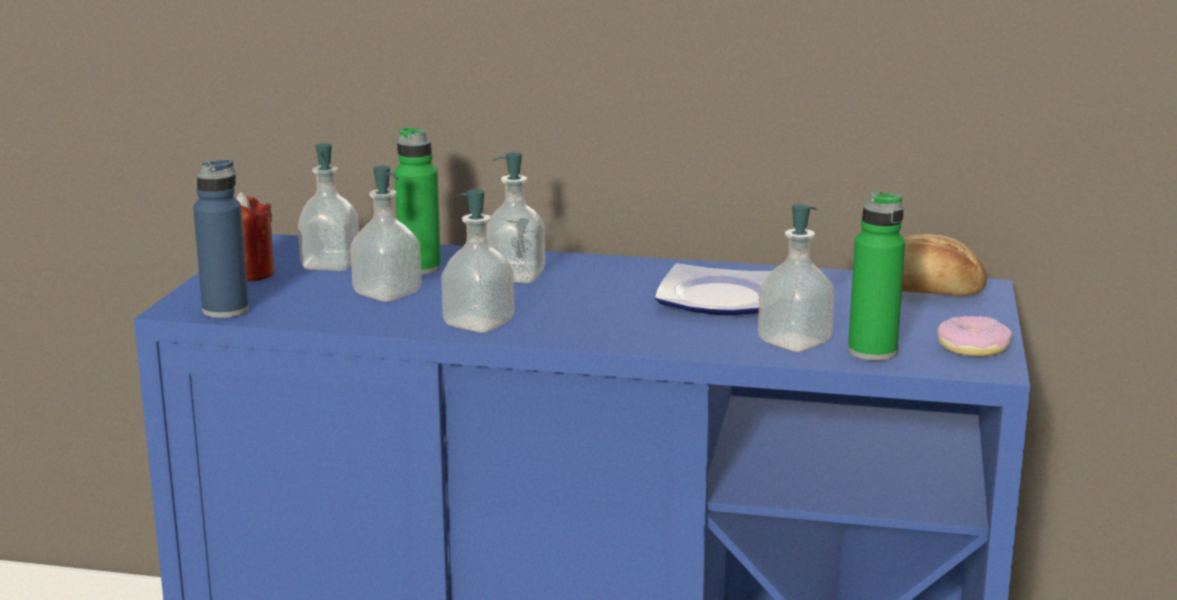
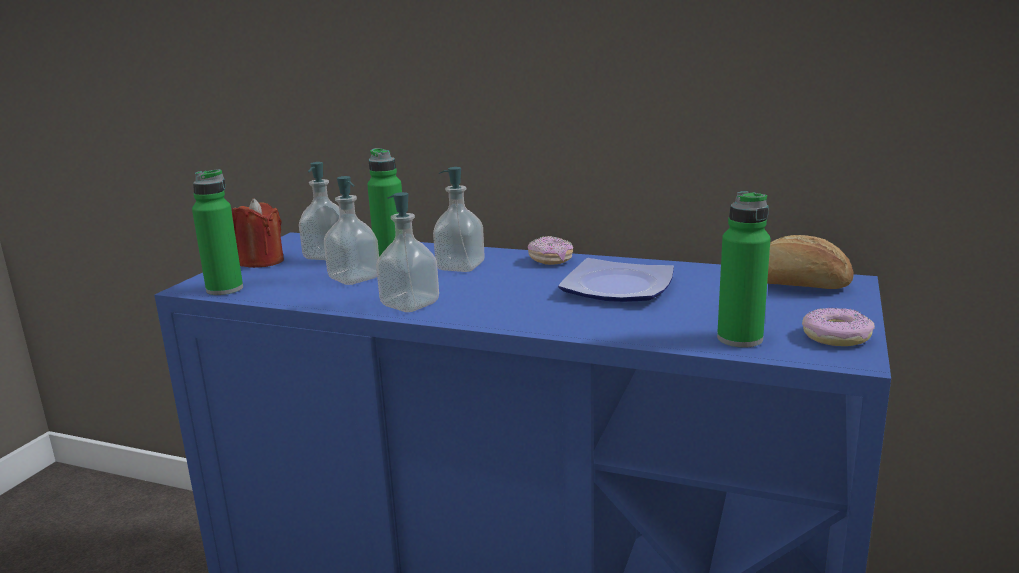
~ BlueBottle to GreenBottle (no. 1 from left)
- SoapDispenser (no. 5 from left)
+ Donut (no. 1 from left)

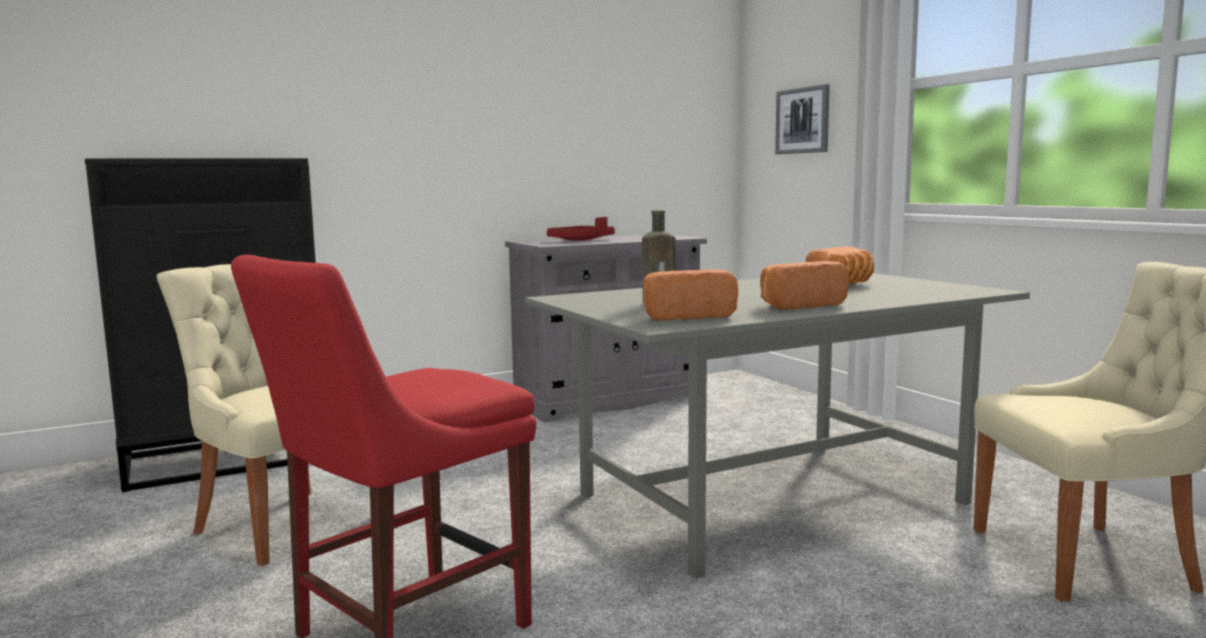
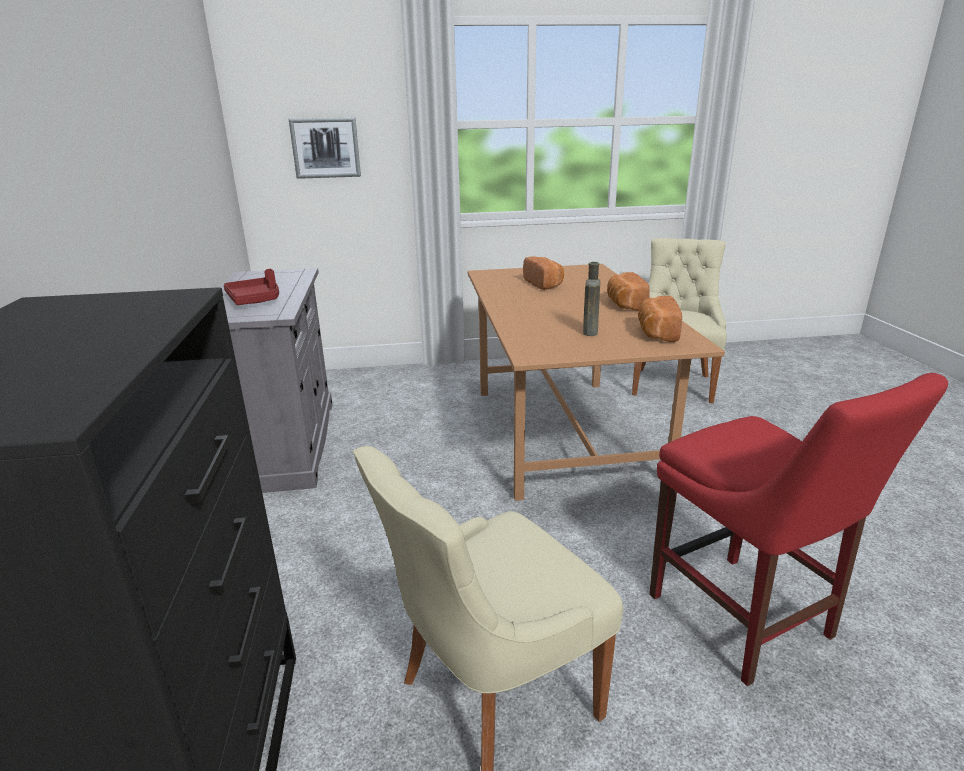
~ GreyDiningTable to BrownDiningTable

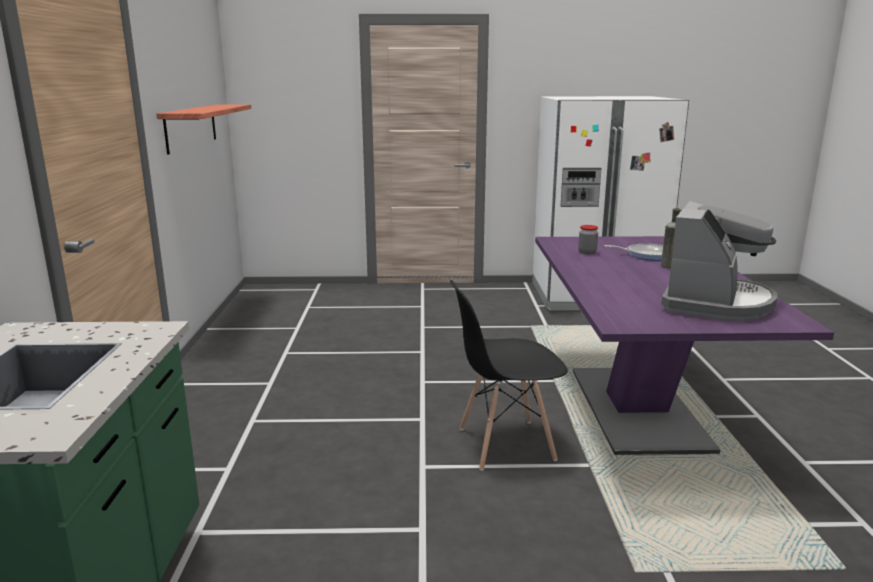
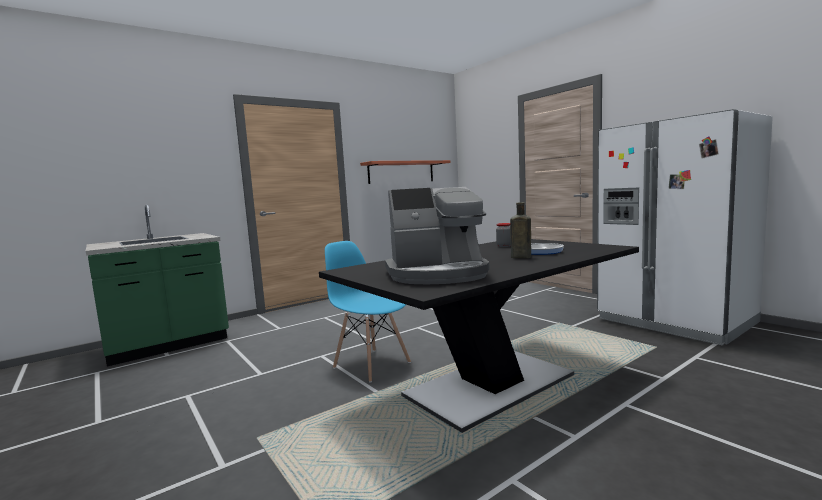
~ BlackChair to BlueChair
~ PurpleDiningTable to BlackDiningTable

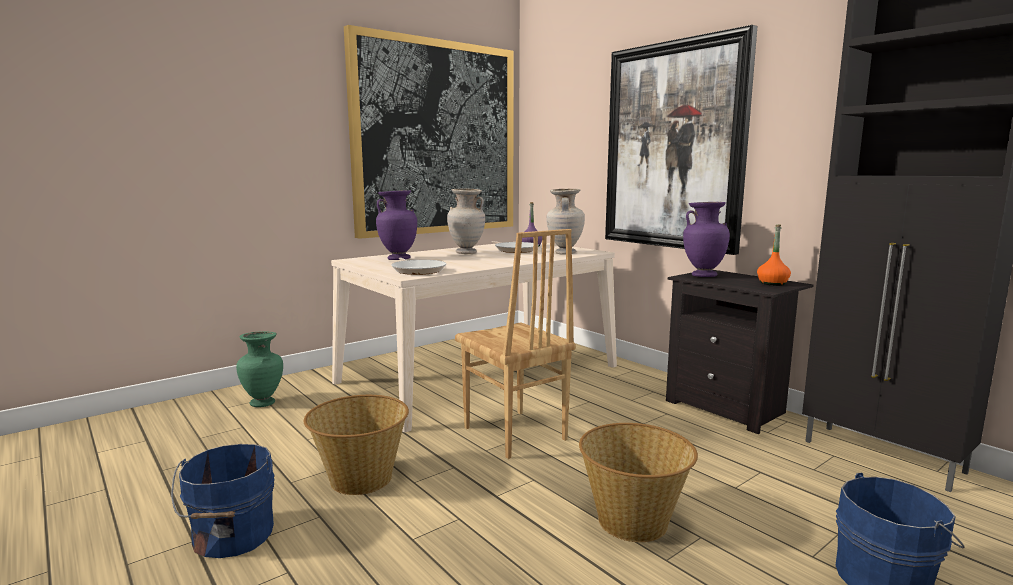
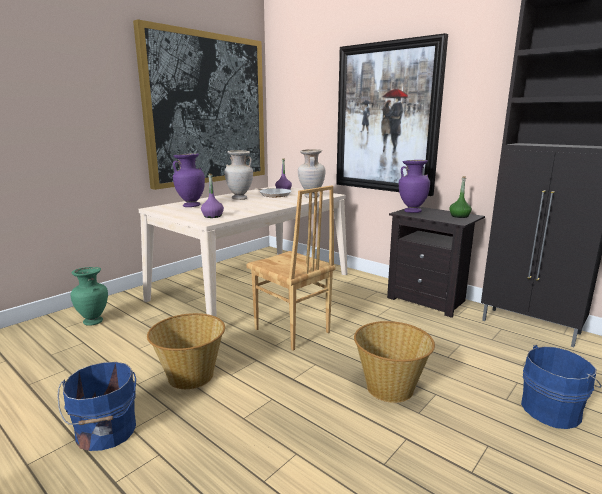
~ FryingPan (no. 1 from left) to PurpleBottle (no. 1 from left)
~ OrangeBottle to GreenBottle

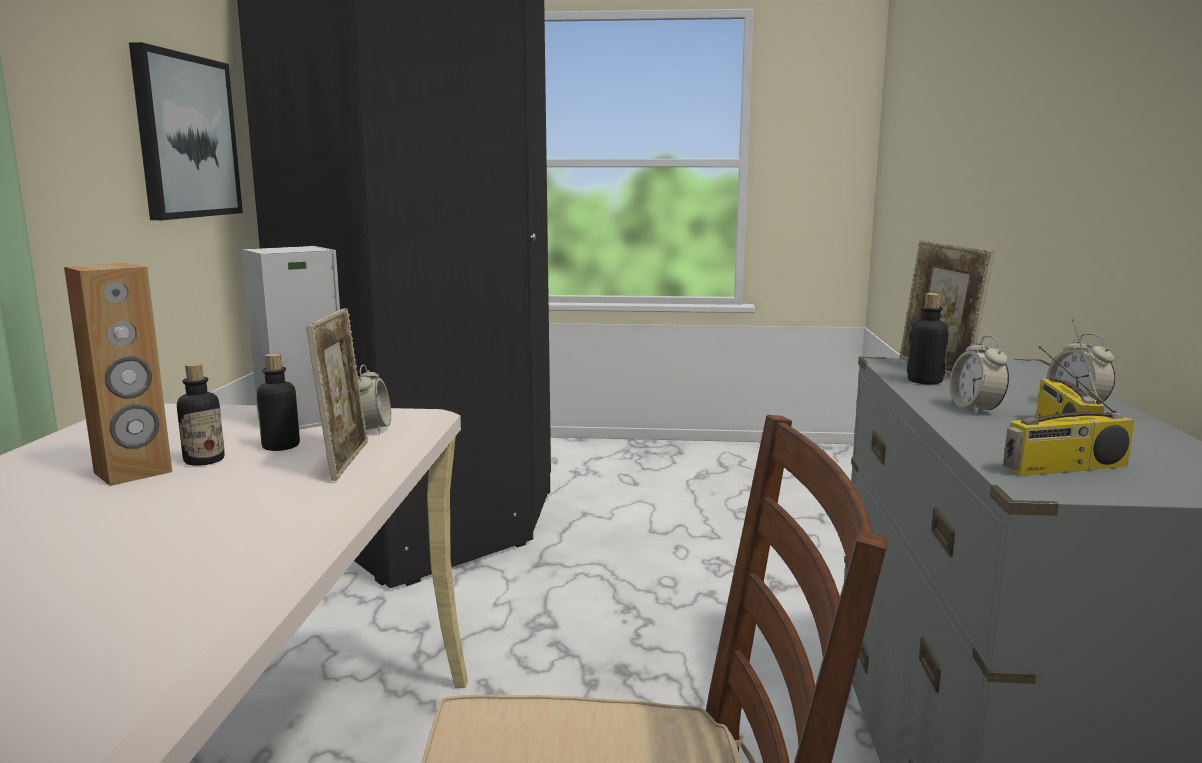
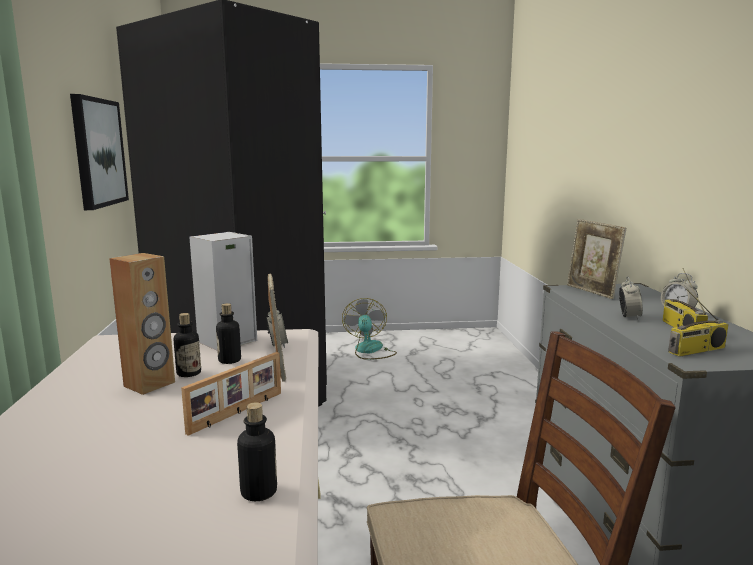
~ Bottle (no. 3 from left)
~ AlarmClock (no. 2 from left) 150 degrees counterclockwise
+ PictureFrame (no. 1 from left)
+ Fan

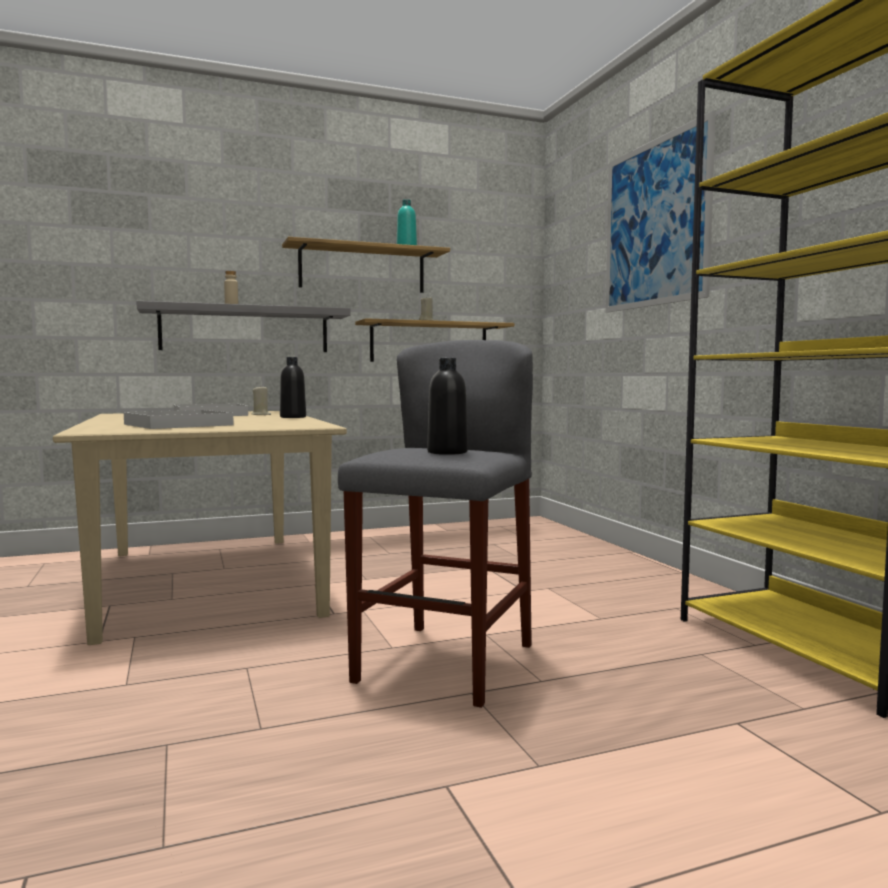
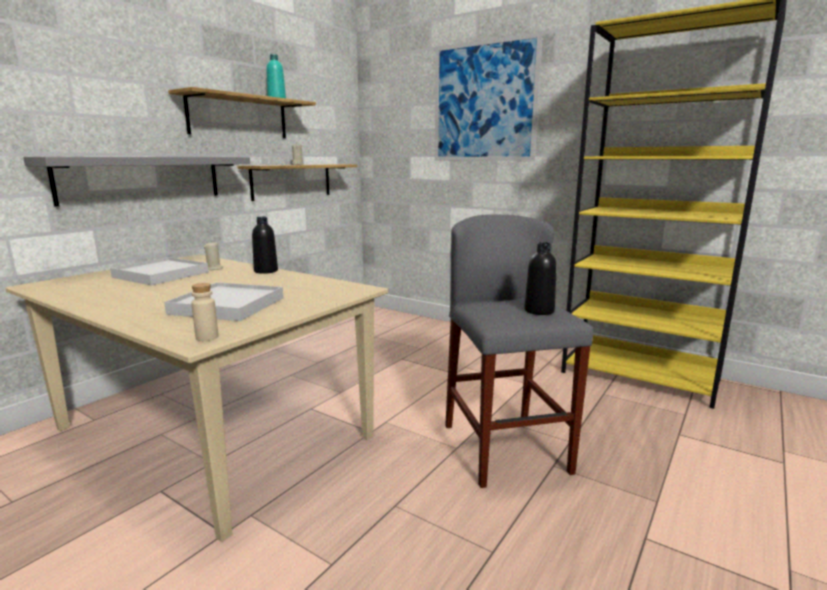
~ BeigeBottle

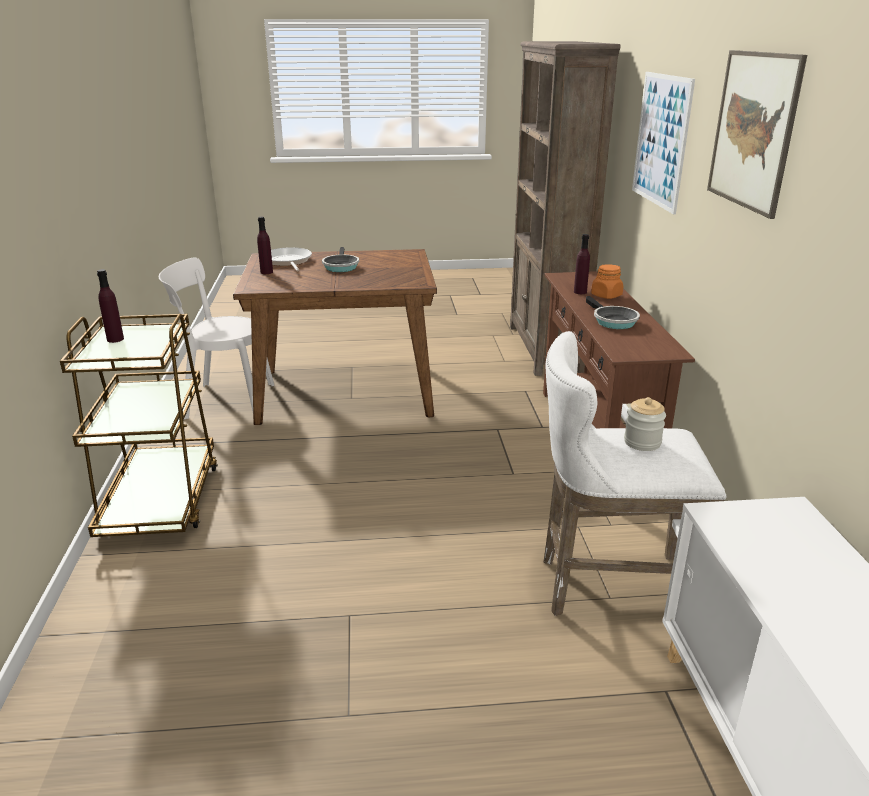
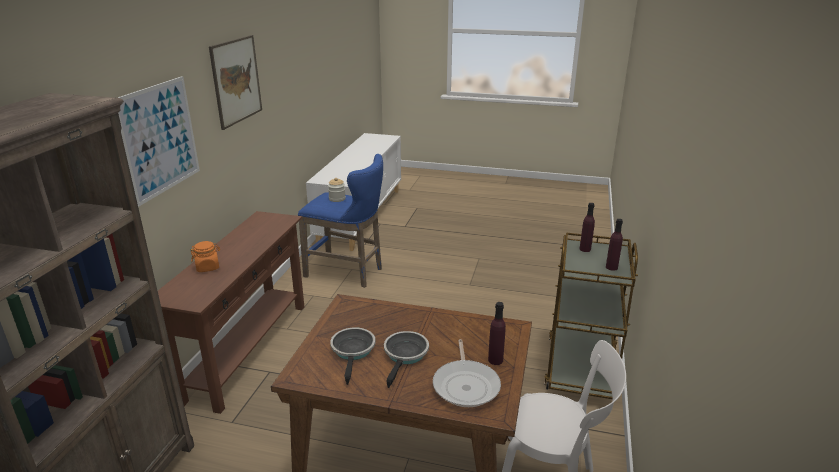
~ WhiteStool to BlueStool
~ PurpleBottle (no. 3 from left in the first image) to PurpleBottle (no. 2 from left)
~ FryingPan (no. 3 from left in the first image) to FryingPan (no. 1 from left)

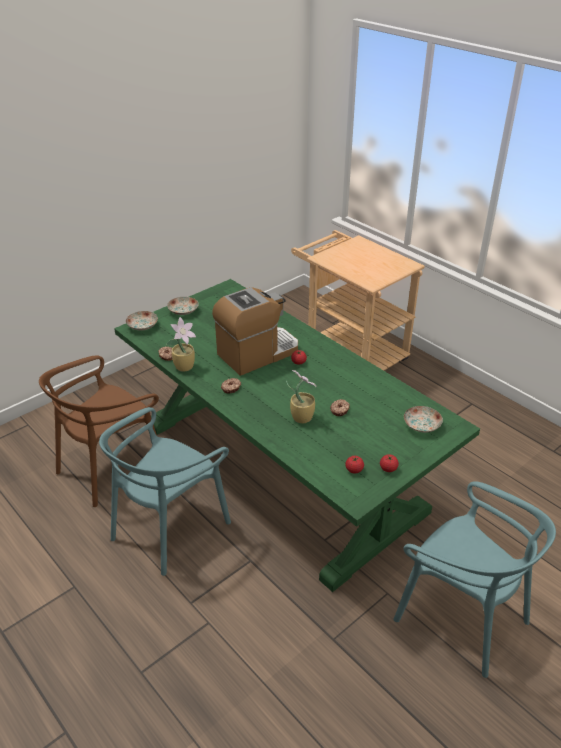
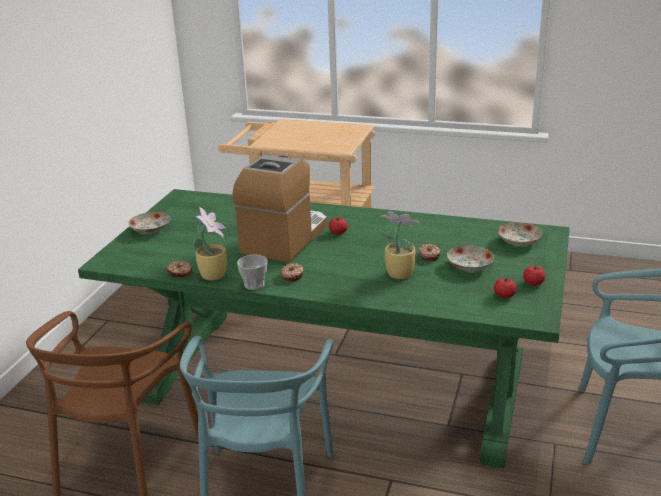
~ Plate (no. 1 from left in the first image) to Plate (no. 2 from left)
+ Cup

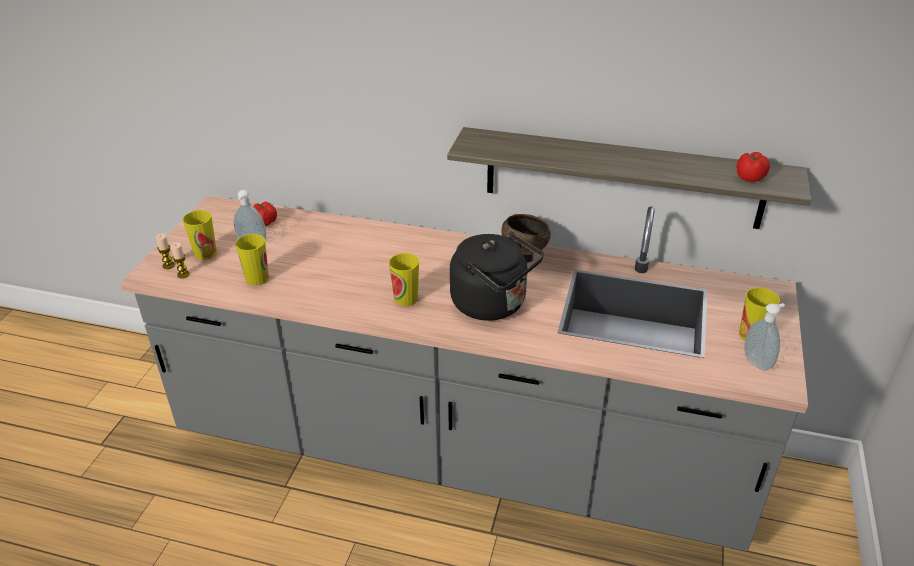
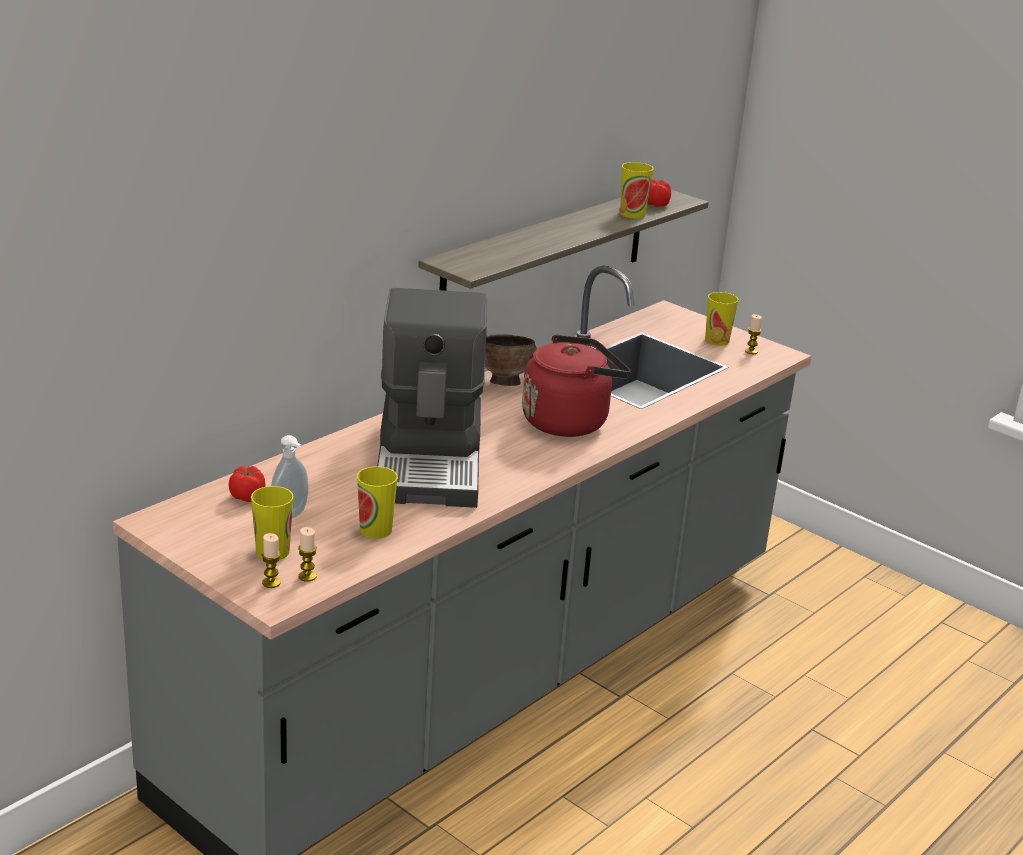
~ Cup (no. 3 from left)
~ BlackKettle to RedKettle
~ SoapDispenser (no. 2 from left) to Candle (no. 3 from left)
+ CoffeeMachine

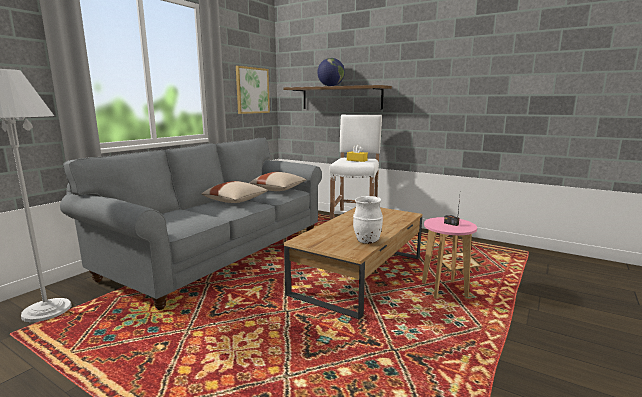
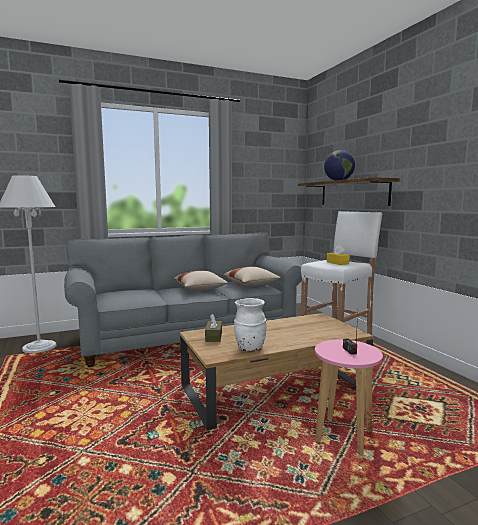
- Picture
+ BrownTissueBox

